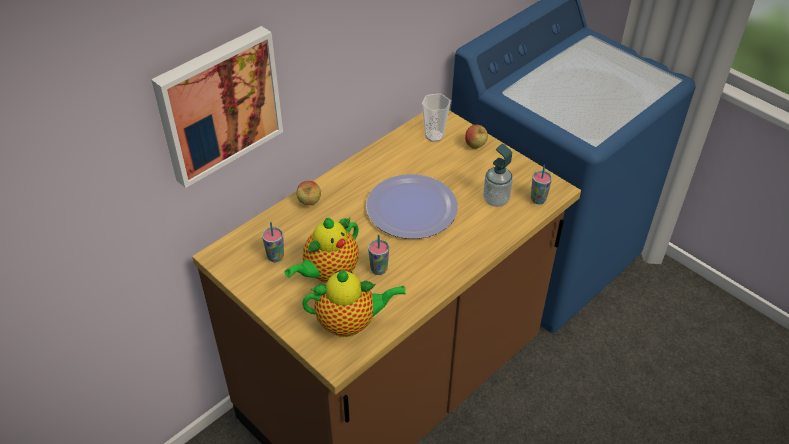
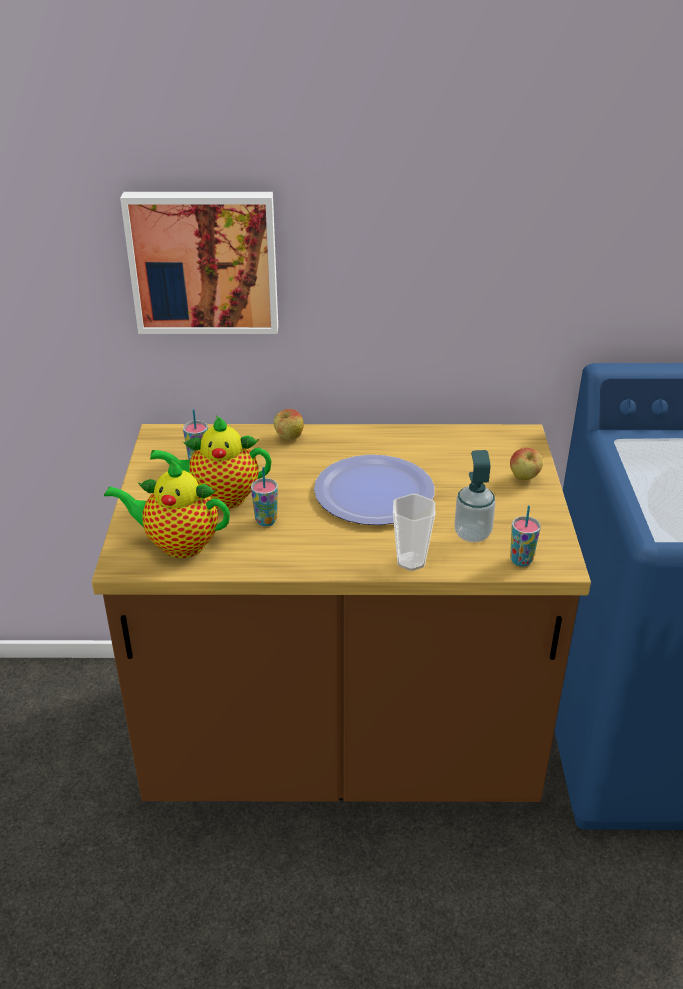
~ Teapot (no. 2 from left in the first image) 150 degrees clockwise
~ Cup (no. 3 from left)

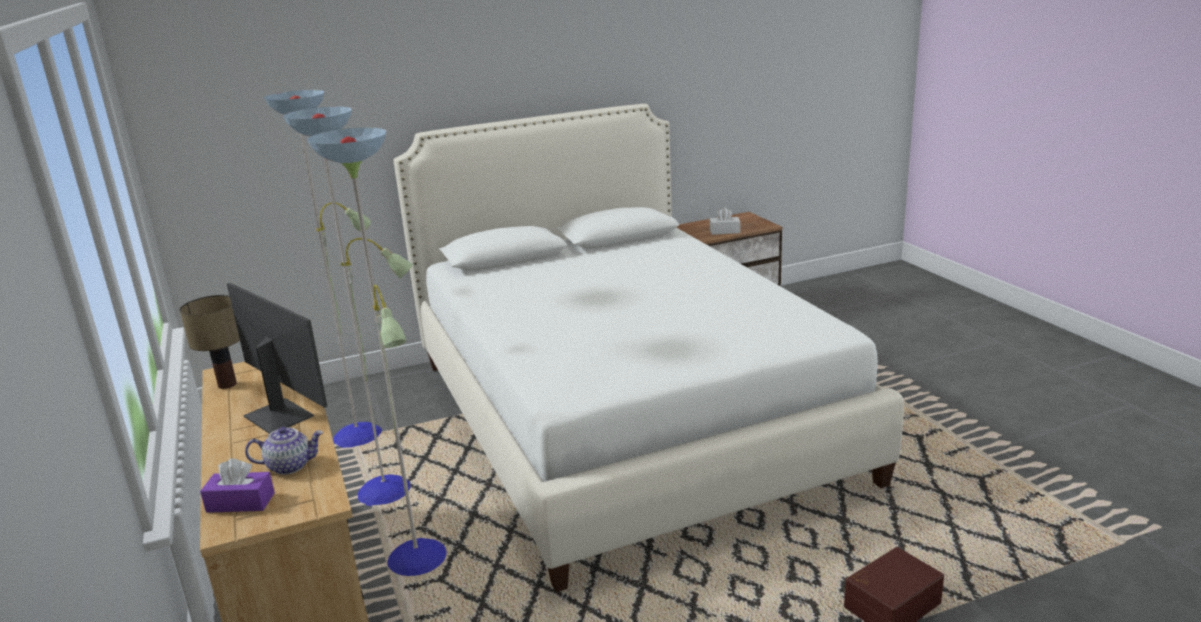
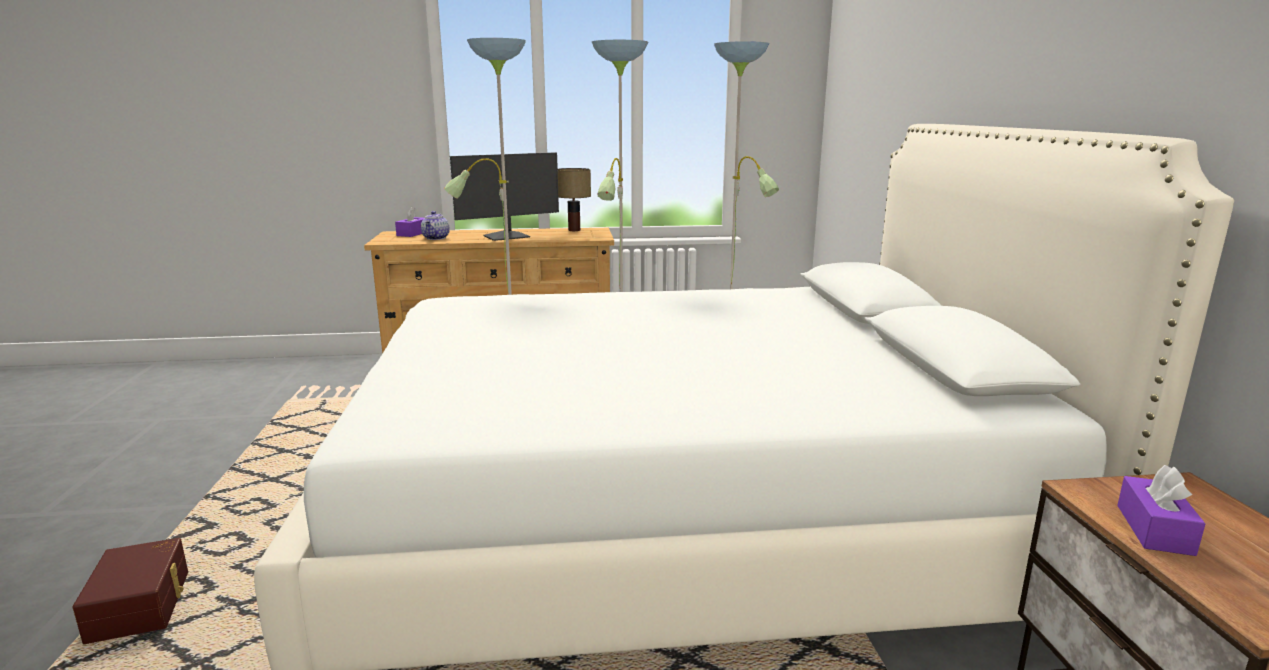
~ WhiteTissueBox to PurpleTissueBox (no. 2 from left)

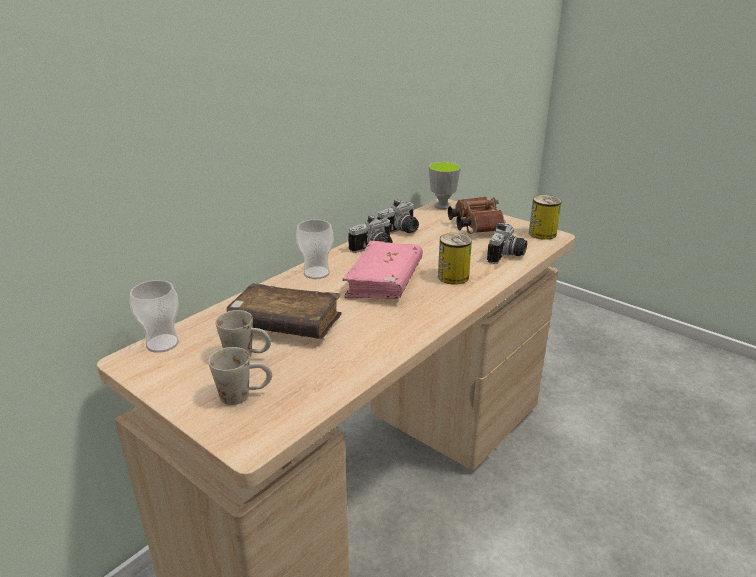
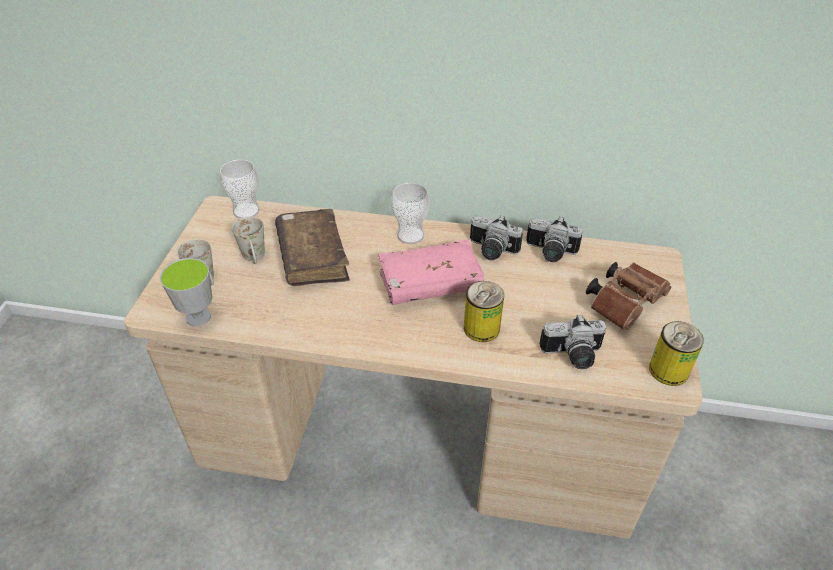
~ Cup (no. 3 from left in the first image) to Cup (no. 1 from left)

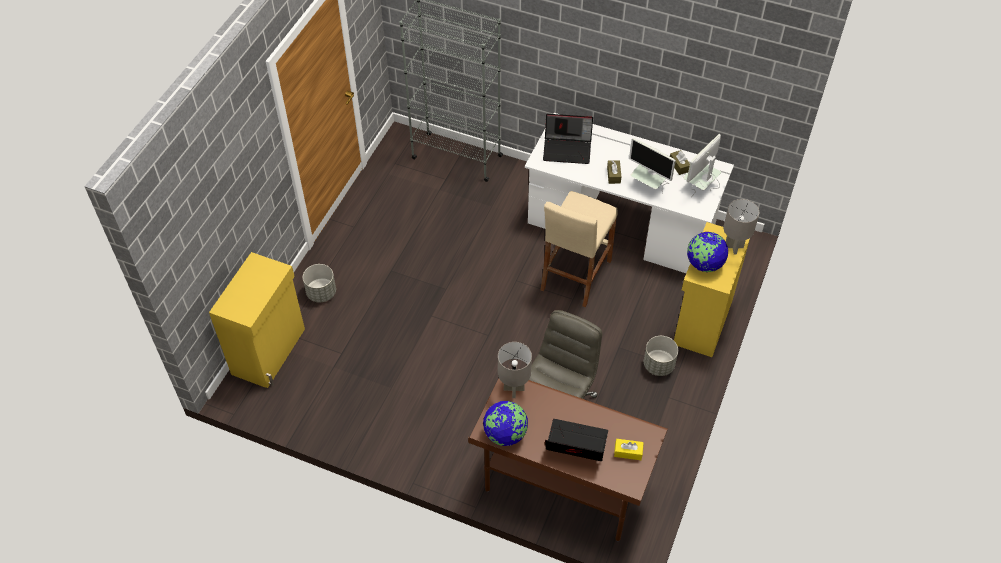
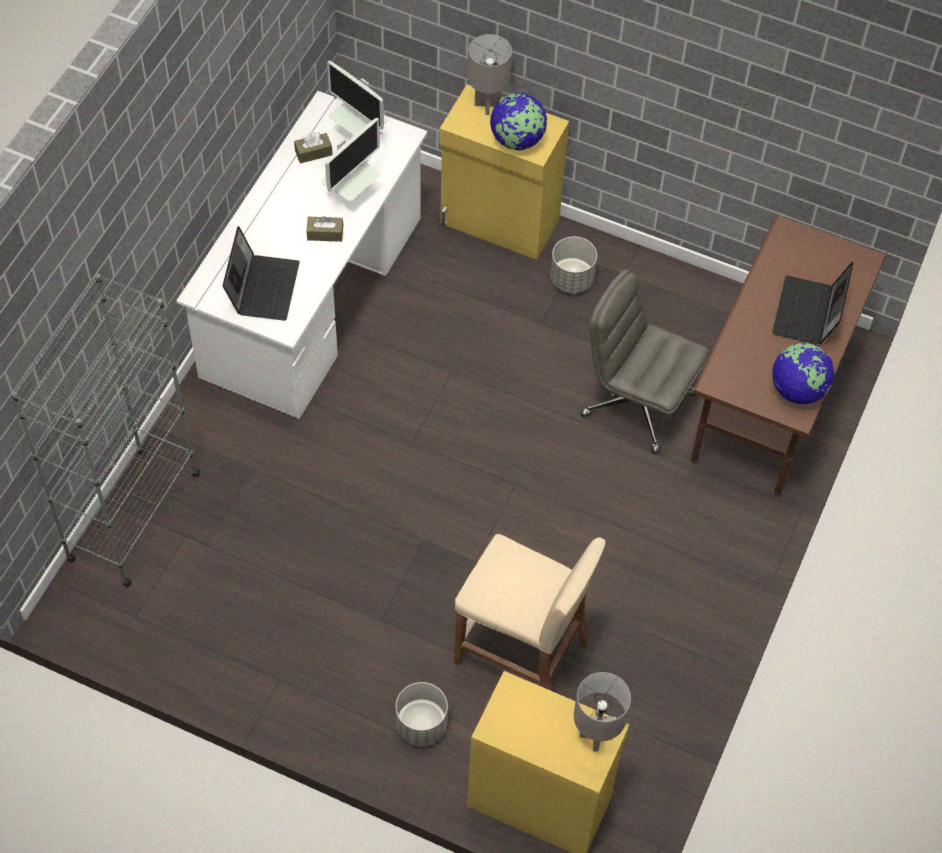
~ GreyTableLamp (no. 1 from left in the first image) to GreyTableLamp (no. 2 from left)
~ BeigeStool
- YellowTissueBox

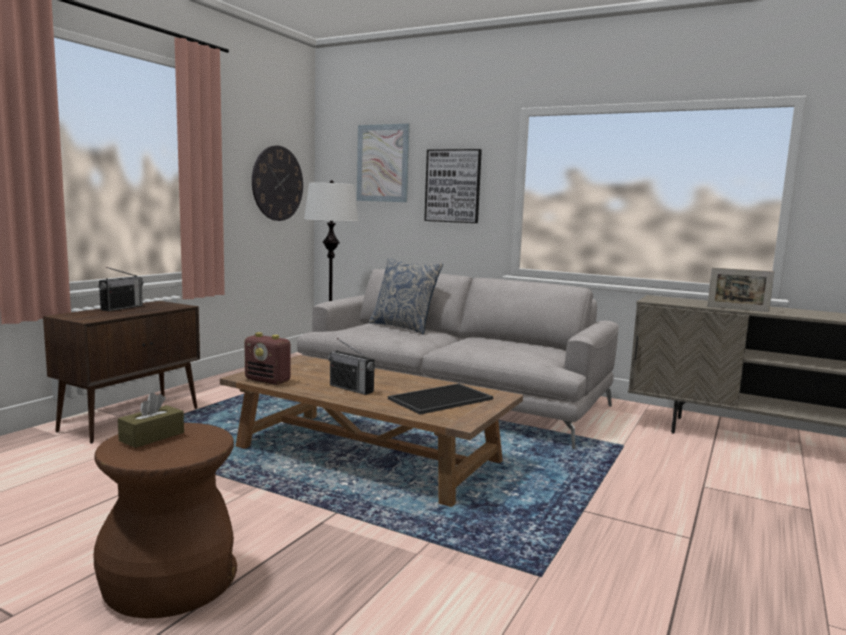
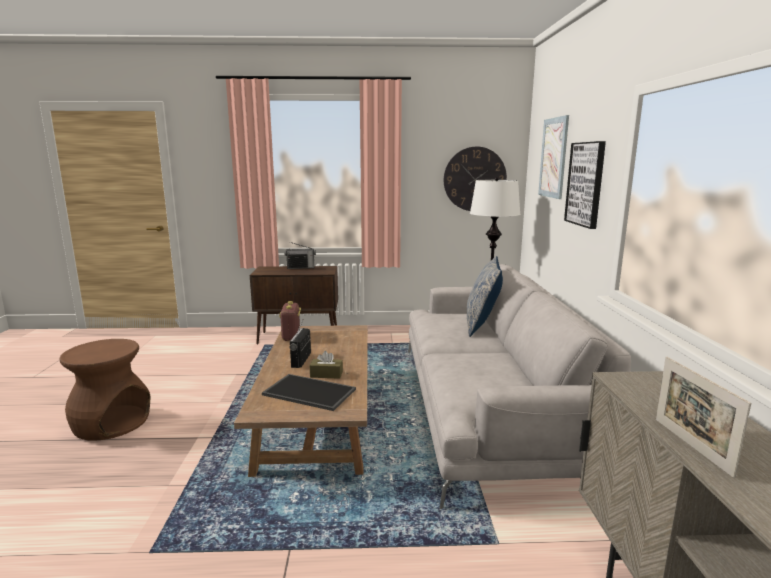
~ BrownTissueBox

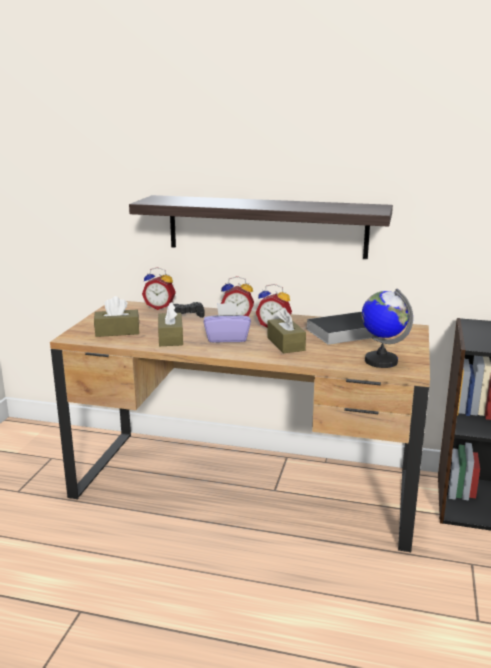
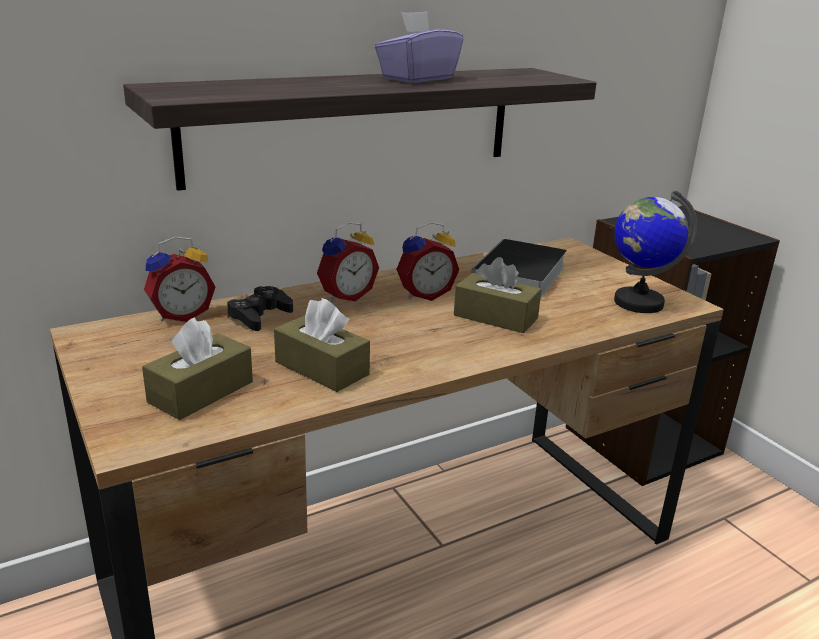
~ PurpleTissueBox

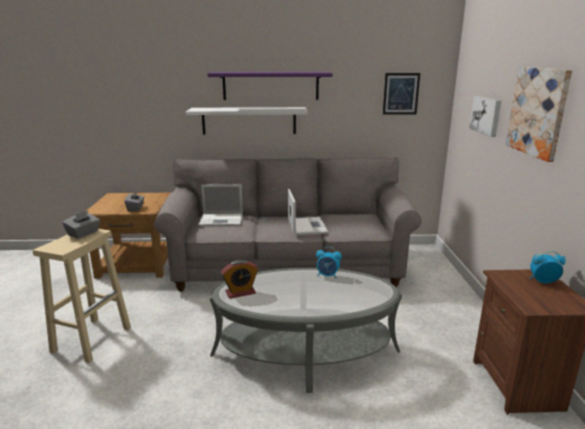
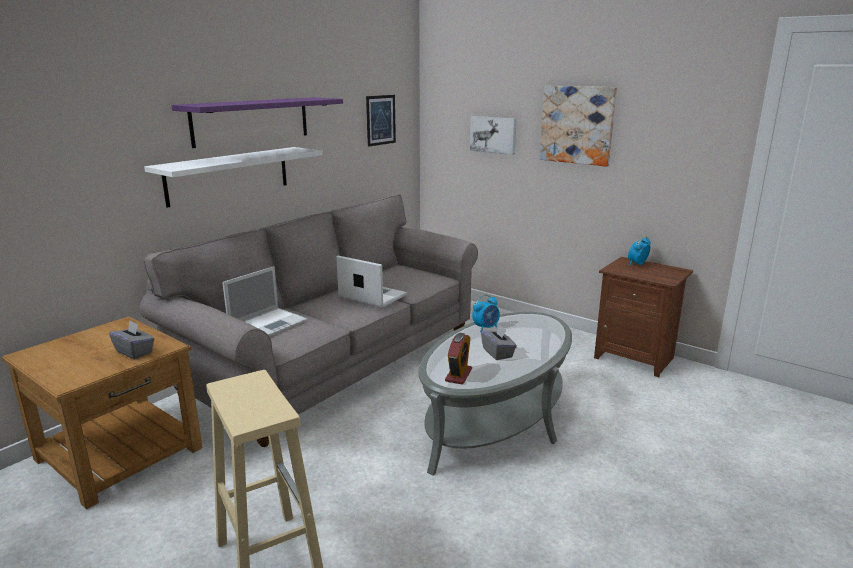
~ GreyTissueBox (no. 1 from left in the first image) to GreyTissueBox (no. 2 from left)

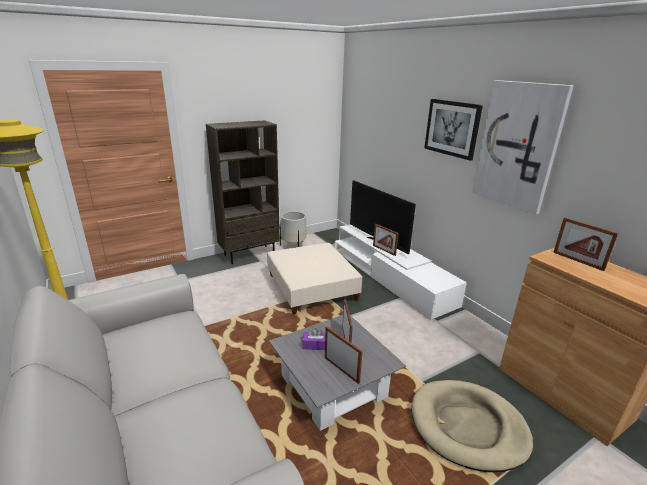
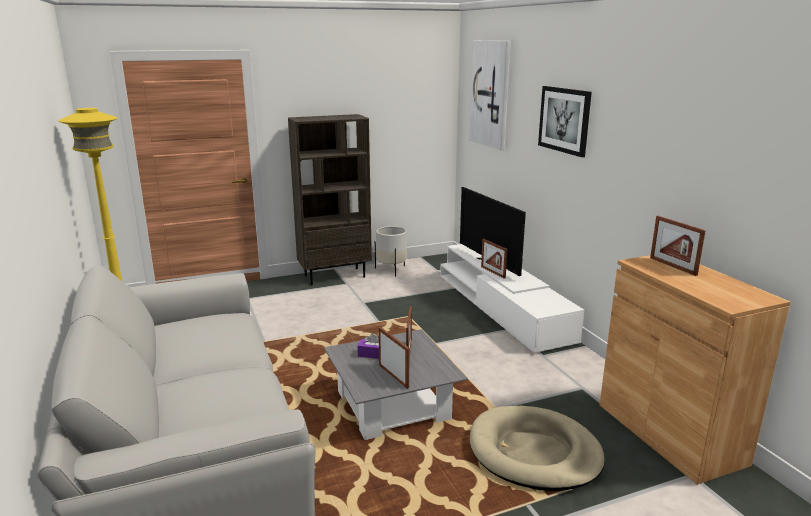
- BeigeOttoman
~ Picture (no. 2 from left in the first image) to Picture (no. 1 from left)

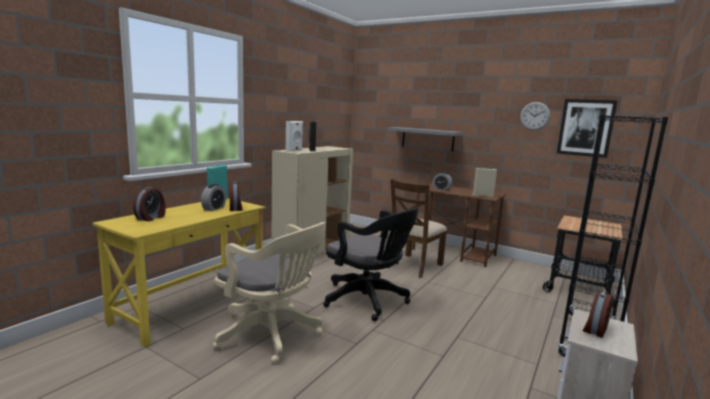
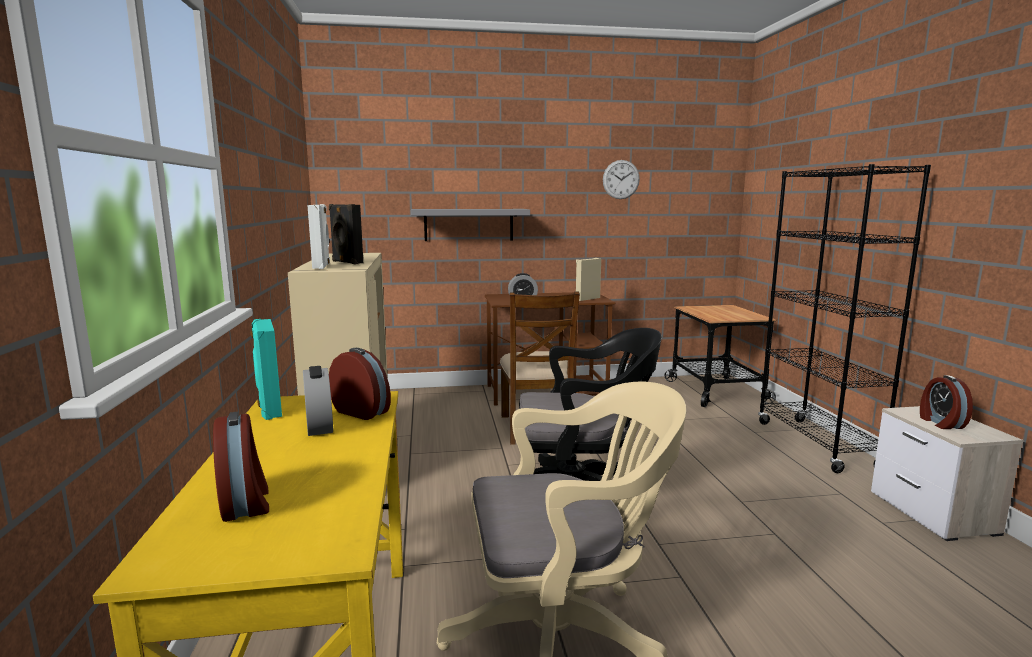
- Picture

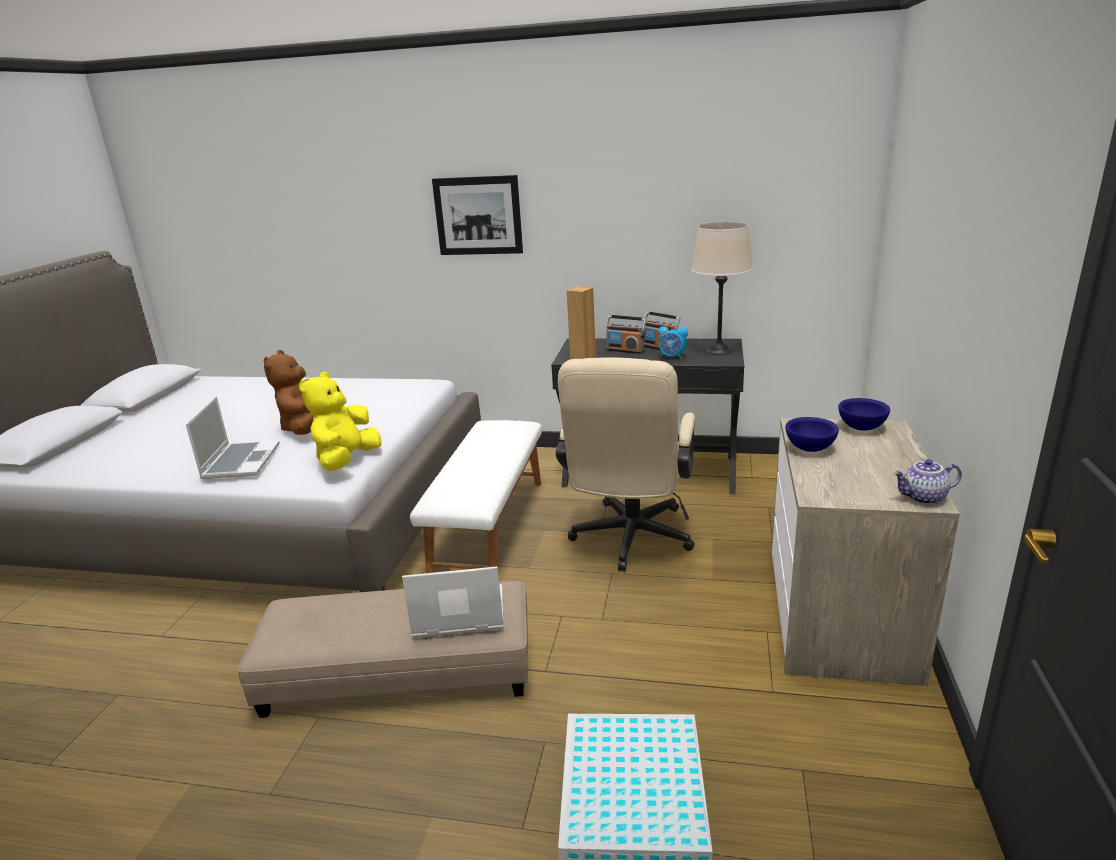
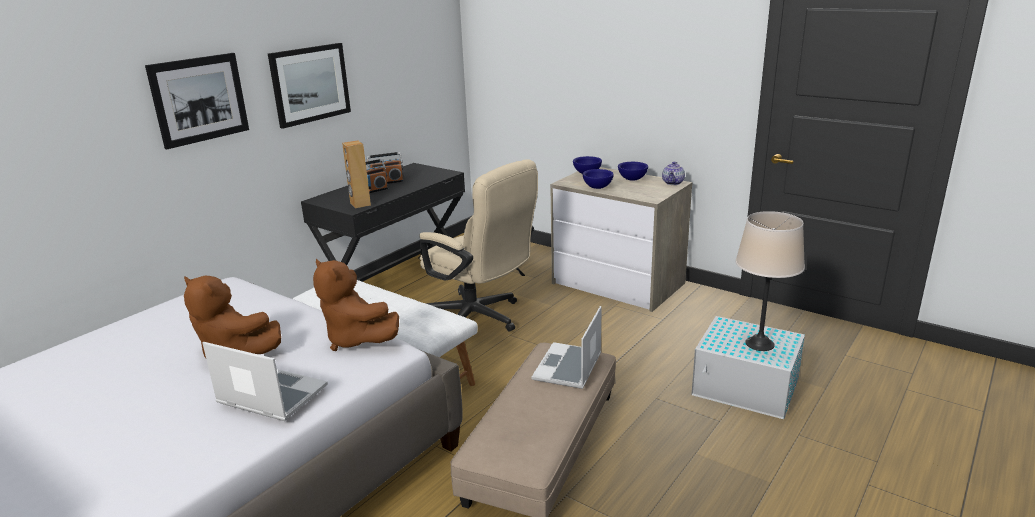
~ YellowPlushToy to BrownPlushToy (no. 2 from left)
- AlarmClock
~ BeigeTableLamp
+ Picture (no. 2 from left)
+ BlueBowl (no. 3 from left)

